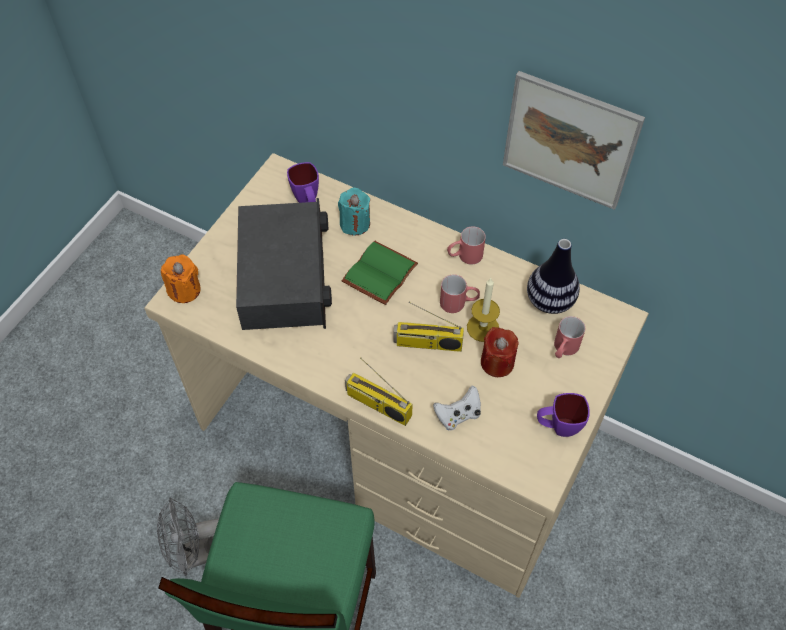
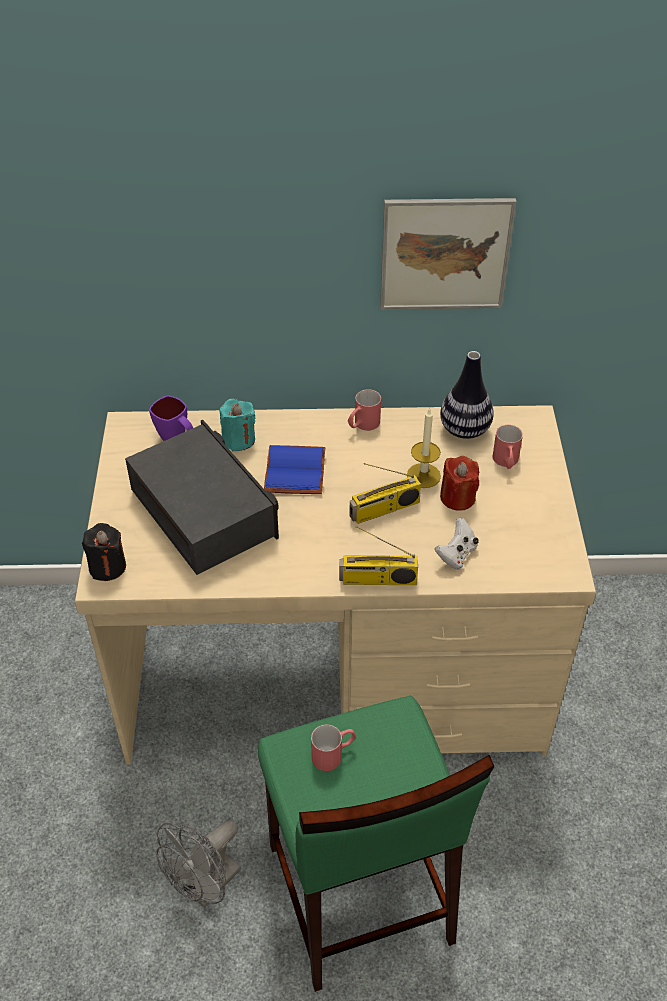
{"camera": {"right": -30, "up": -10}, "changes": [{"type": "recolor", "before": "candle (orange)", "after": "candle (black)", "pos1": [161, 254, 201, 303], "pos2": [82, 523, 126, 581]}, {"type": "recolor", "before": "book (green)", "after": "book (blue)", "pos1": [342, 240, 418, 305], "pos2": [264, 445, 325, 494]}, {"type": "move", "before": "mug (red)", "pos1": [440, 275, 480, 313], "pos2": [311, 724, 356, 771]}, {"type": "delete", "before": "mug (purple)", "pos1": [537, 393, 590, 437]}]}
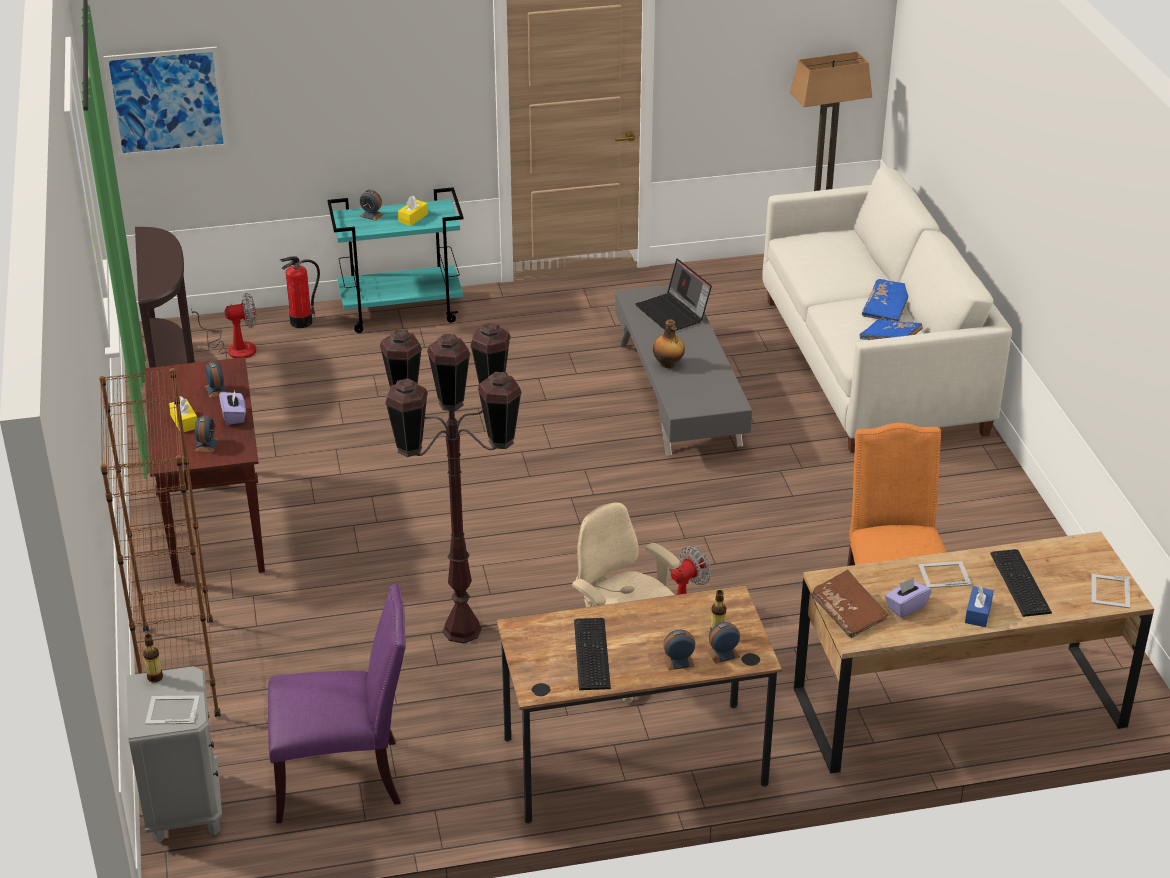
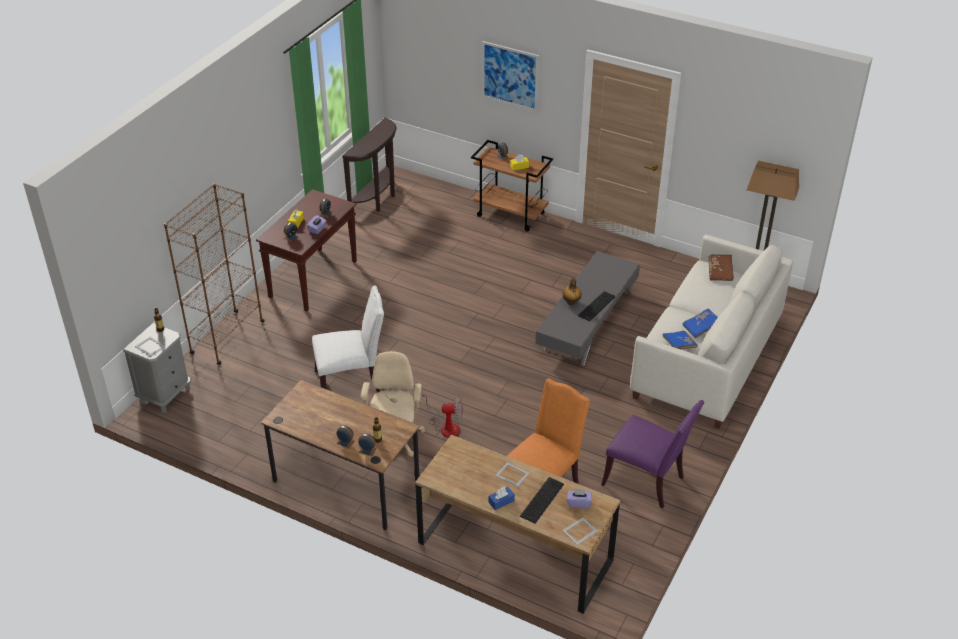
{"camera": {"right": 40, "up": 5}, "changes": [{"type": "move", "before": "picture", "pos1": [103, 47, 228, 158], "pos2": [482, 41, 539, 112]}, {"type": "delete", "before": "fan", "pos1": [191, 293, 256, 358]}, {"type": "move", "before": "chair (purple)", "pos1": [268, 583, 406, 824], "pos2": [601, 400, 704, 508]}, {"type": "delete", "before": "fire extinguisher", "pos1": [280, 257, 320, 328]}, {"type": "recolor", "before": "cart (turquoise)", "after": "cart (brown)", "pos1": [327, 187, 463, 333], "pos2": [471, 140, 553, 232]}, {"type": "replace", "before": "floor lamp (brown)", "after": "chair (white)", "pos1": [380, 322, 522, 643], "pos2": [312, 285, 384, 393]}, {"type": "move", "before": "keyboard", "pos1": [574, 618, 611, 690], "pos2": [578, 291, 615, 322]}, {"type": "delete", "before": "laptop", "pos1": [635, 259, 712, 331]}, {"type": "move", "before": "book (brown)", "pos1": [811, 570, 889, 638], "pos2": [708, 255, 734, 281]}, {"type": "move", "before": "tissue box (purple)", "pos1": [885, 577, 932, 618], "pos2": [567, 489, 592, 509]}]}
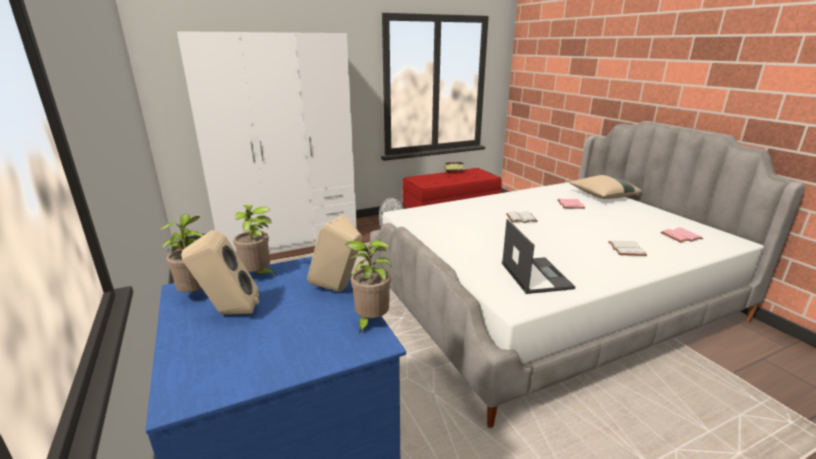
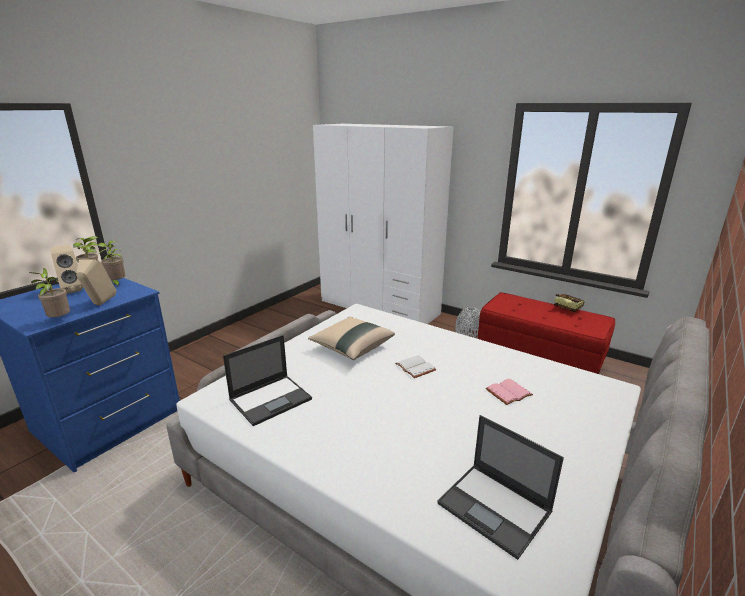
{"camera": {"right": 60, "up": 0}, "changes": [{"type": "move", "before": "pillow (beige)", "pos1": [569, 175, 642, 199], "pos2": [308, 317, 395, 360]}, {"type": "delete", "before": "book (white)", "pos1": [608, 241, 647, 256]}, {"type": "replace", "before": "book (pink)", "after": "laptop", "pos1": [660, 228, 704, 243], "pos2": [437, 415, 564, 560]}]}
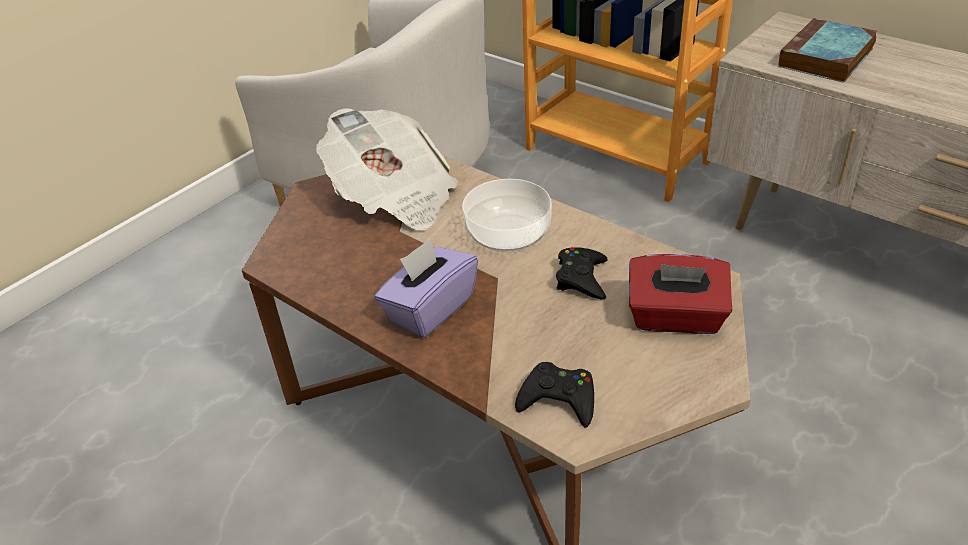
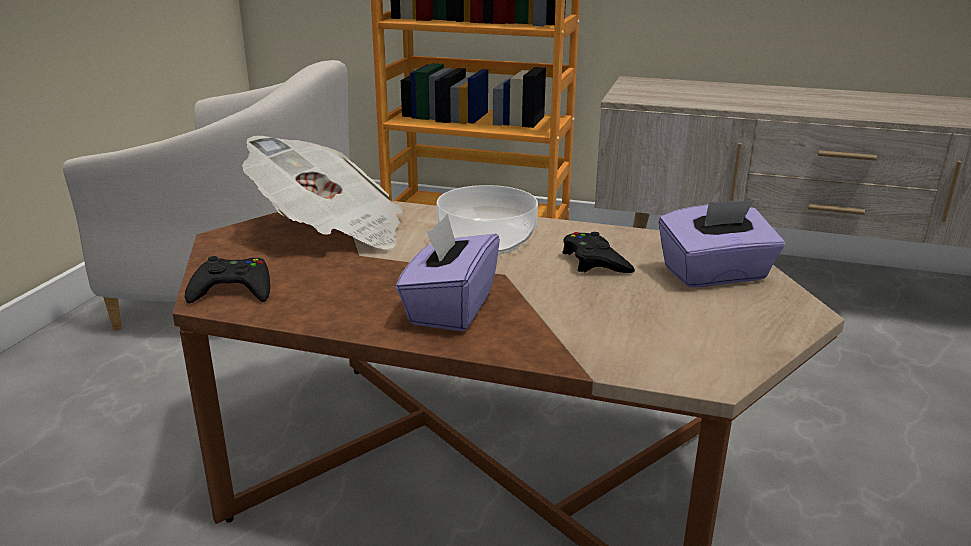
{"camera": {"right": -25, "up": -15}, "changes": [{"type": "move", "before": "game controller (black)", "pos1": [515, 362, 594, 427], "pos2": [185, 256, 270, 304]}, {"type": "recolor", "before": "tissue box (red)", "after": "tissue box (purple)", "pos1": [629, 254, 732, 334], "pos2": [659, 200, 785, 287]}, {"type": "delete", "before": "book", "pos1": [779, 18, 878, 83]}]}
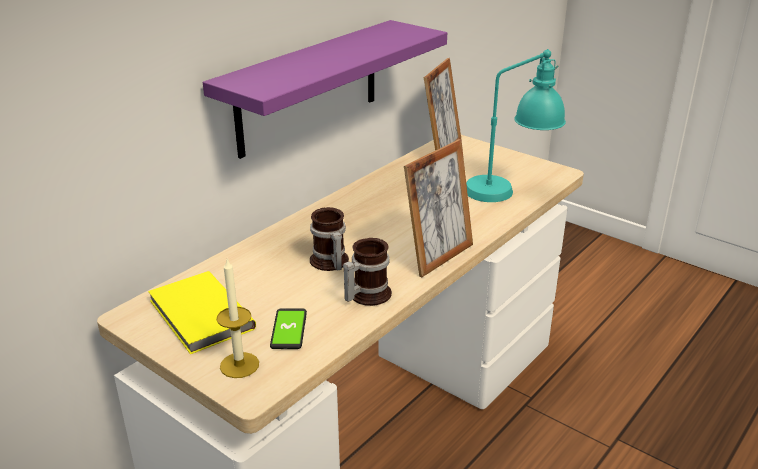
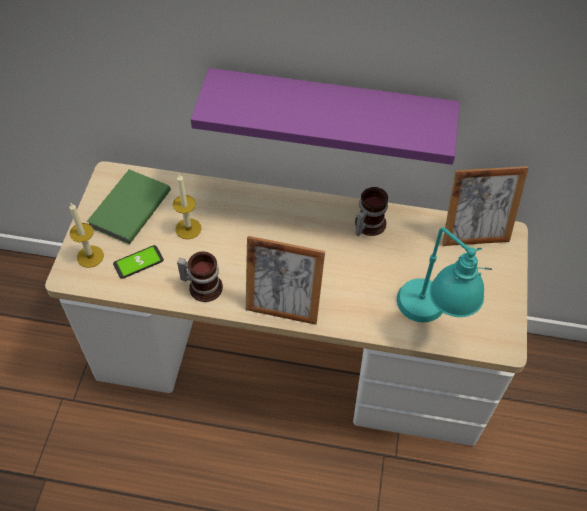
{"camera": {"right": 60, "up": 25}, "changes": [{"type": "recolor", "before": "book (yellow)", "after": "book (green)", "pos1": [148, 271, 256, 354], "pos2": [87, 169, 171, 244]}, {"type": "move", "before": "mug", "pos1": [310, 207, 349, 271], "pos2": [355, 187, 388, 236]}, {"type": "insert", "after": "candle", "pos2": [173, 174, 202, 239]}]}
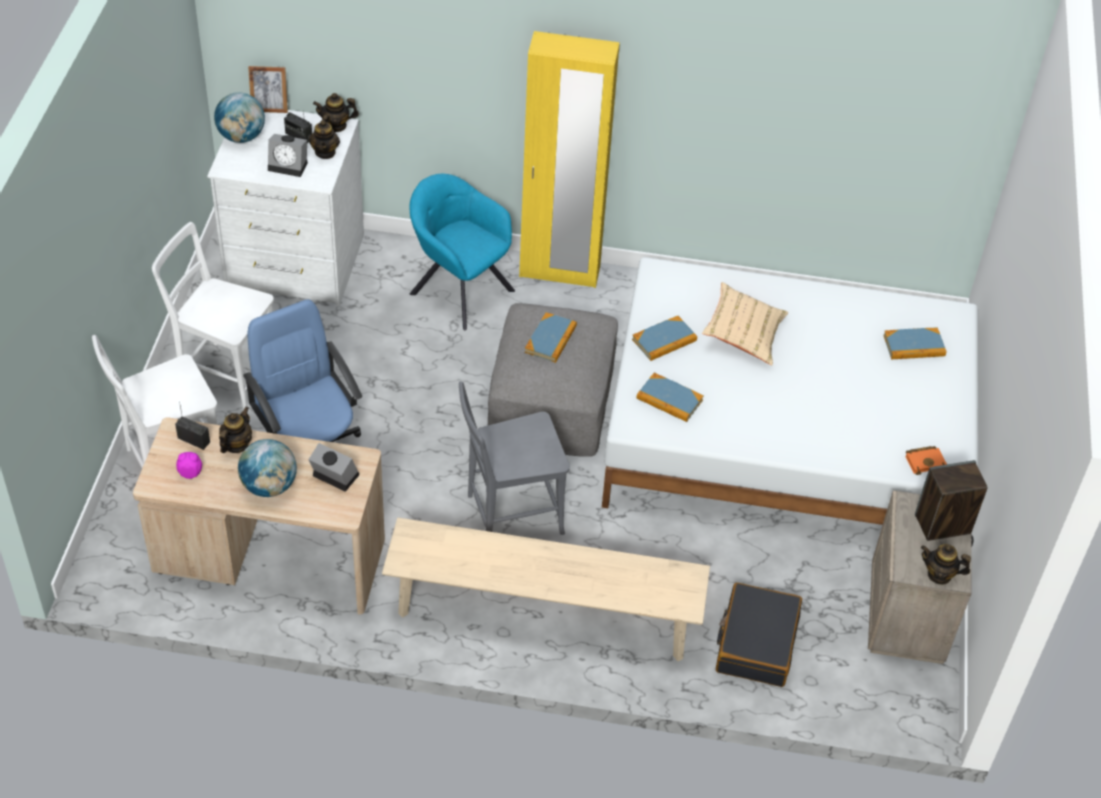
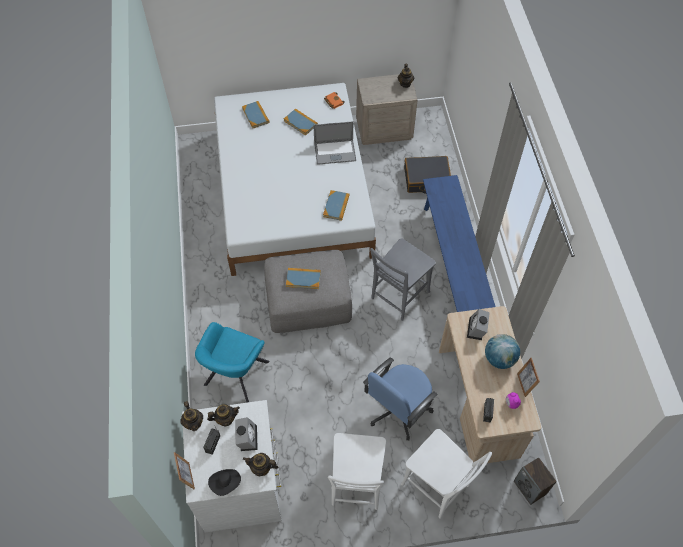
{"camera": {"right": -105, "up": 10}, "changes": [{"type": "replace", "before": "globe", "after": "hat (black)", "pos1": [214, 92, 265, 143], "pos2": [208, 469, 241, 496]}, {"type": "move", "before": "teapot", "pos1": [219, 407, 252, 453], "pos2": [243, 453, 278, 477]}, {"type": "recolor", "before": "bench (beige)", "after": "bench (blue)", "pos1": [382, 518, 710, 661], "pos2": [423, 175, 496, 312]}, {"type": "rotate", "before": "chair (grey)", "pos1": [459, 382, 570, 535], "pos2": [370, 239, 436, 321], "turn": 75}, {"type": "delete", "before": "wardrobe (yellow)", "pos1": [519, 31, 620, 288]}, {"type": "move", "before": "book", "pos1": [632, 316, 697, 361], "pos2": [284, 108, 318, 136]}, {"type": "delete", "before": "pillow (beige)", "pos1": [702, 282, 788, 366]}, {"type": "move", "before": "speaker", "pos1": [915, 460, 988, 541], "pos2": [514, 457, 557, 505]}, {"type": "insert", "after": "laptop", "pos2": [313, 121, 356, 165]}, {"type": "insert", "after": "picture frame", "pos2": [517, 358, 540, 397]}]}
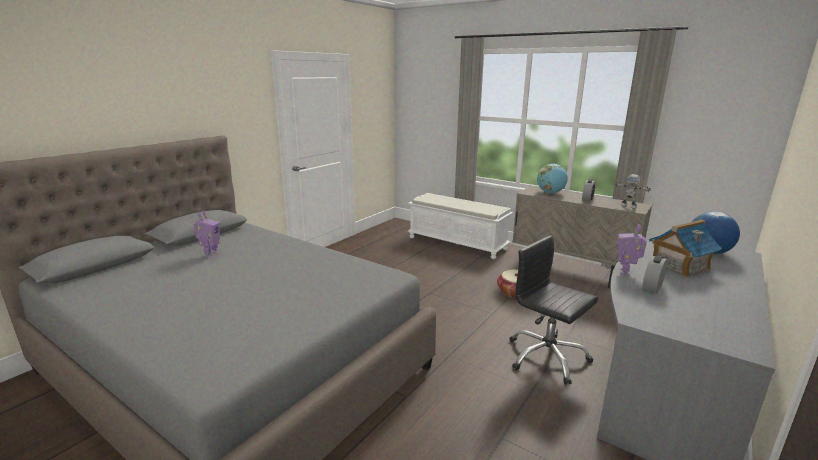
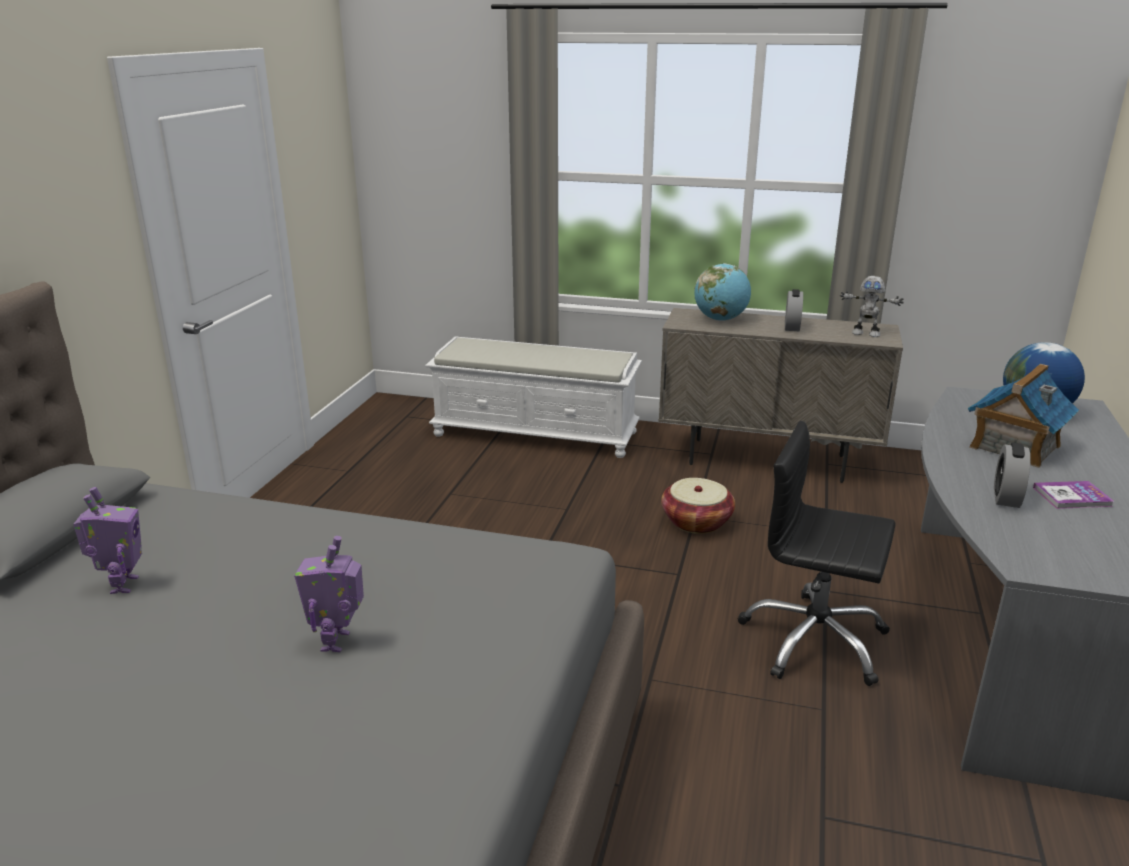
{"camera": {"right": -20, "up": 5}, "changes": [{"type": "move", "before": "toy robot", "pos1": [617, 224, 647, 276], "pos2": [294, 536, 364, 652]}, {"type": "insert", "after": "book", "pos2": [1033, 481, 1114, 509]}]}
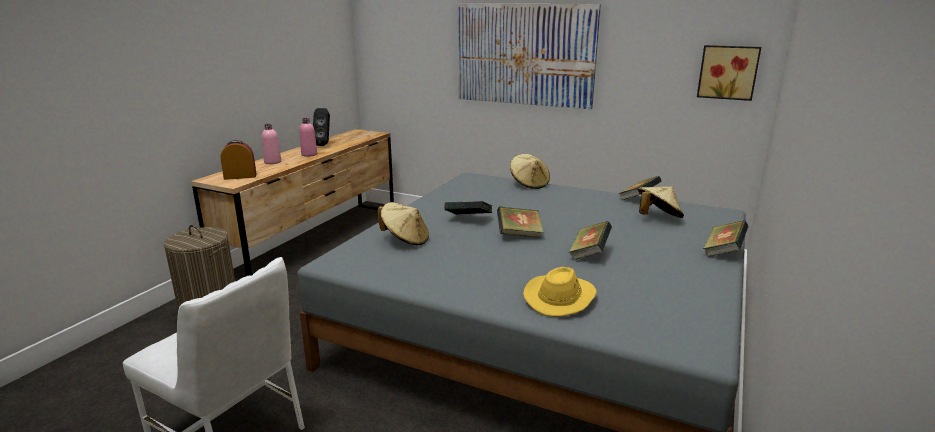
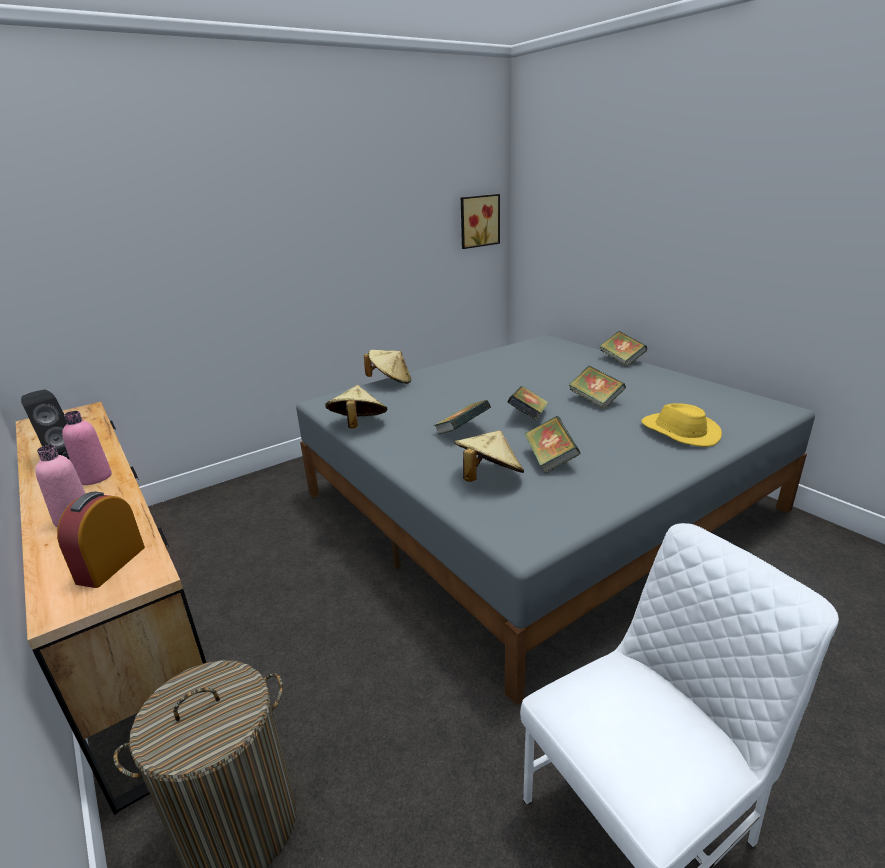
{"camera": {"right": -60, "up": 5}, "changes": [{"type": "delete", "before": "picture", "pos1": [458, 4, 601, 109]}, {"type": "move", "before": "book", "pos1": [618, 176, 662, 200], "pos2": [524, 416, 581, 473]}, {"type": "move", "before": "hat (beige)", "pos1": [638, 186, 684, 218], "pos2": [325, 385, 387, 428]}]}
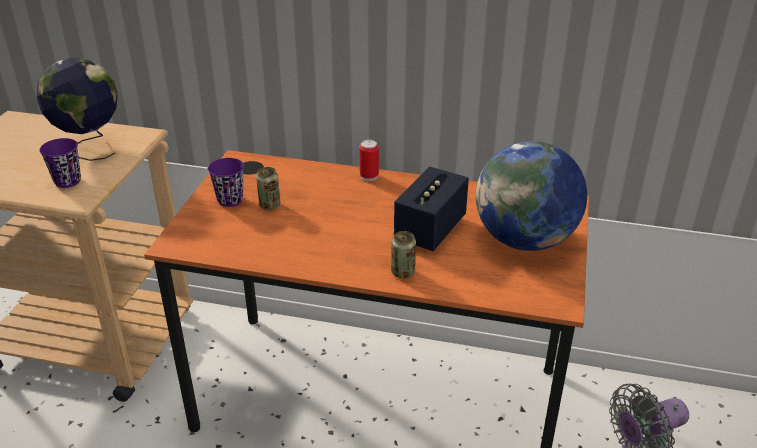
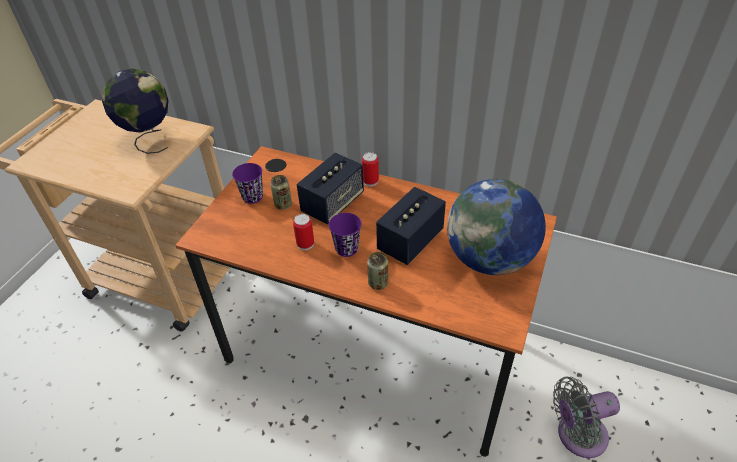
{"camera": {"right": 10, "up": 10}, "changes": [{"type": "move", "before": "cup (purple)", "pos1": [39, 138, 81, 188], "pos2": [329, 213, 361, 257]}, {"type": "insert", "after": "can", "pos2": [293, 214, 314, 250]}, {"type": "insert", "after": "speaker", "pos2": [297, 153, 364, 224]}]}
